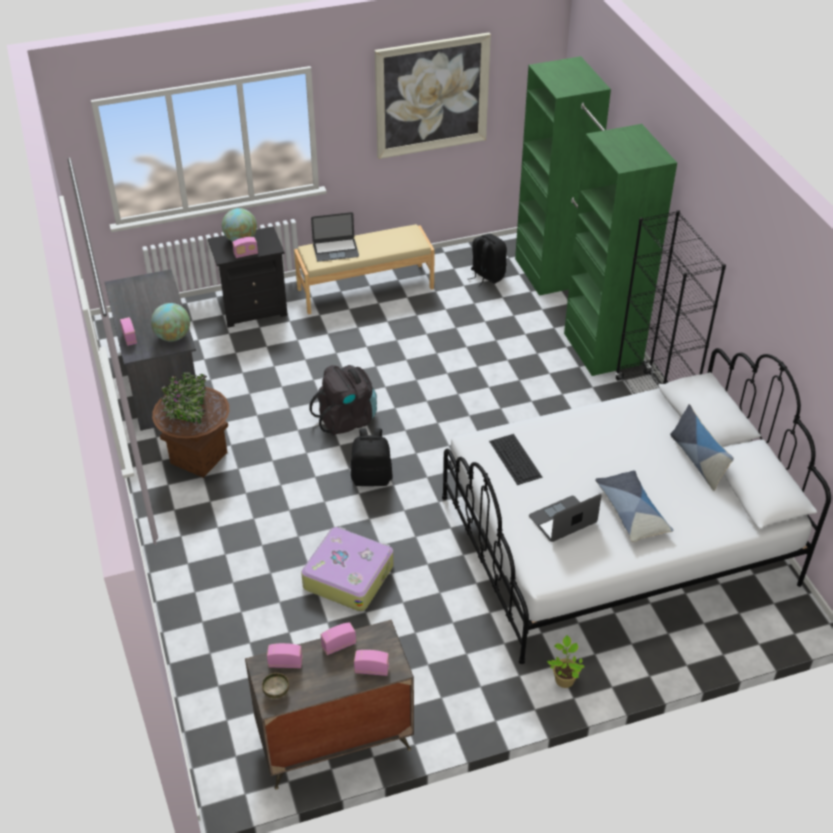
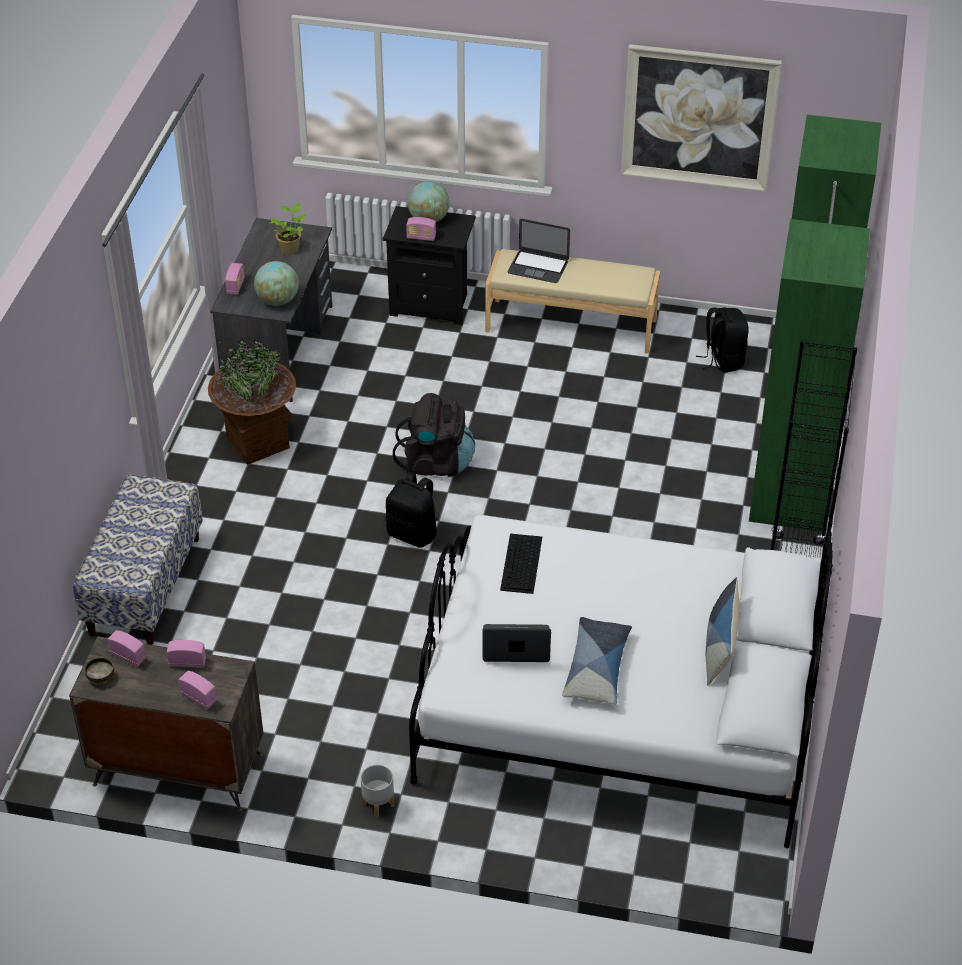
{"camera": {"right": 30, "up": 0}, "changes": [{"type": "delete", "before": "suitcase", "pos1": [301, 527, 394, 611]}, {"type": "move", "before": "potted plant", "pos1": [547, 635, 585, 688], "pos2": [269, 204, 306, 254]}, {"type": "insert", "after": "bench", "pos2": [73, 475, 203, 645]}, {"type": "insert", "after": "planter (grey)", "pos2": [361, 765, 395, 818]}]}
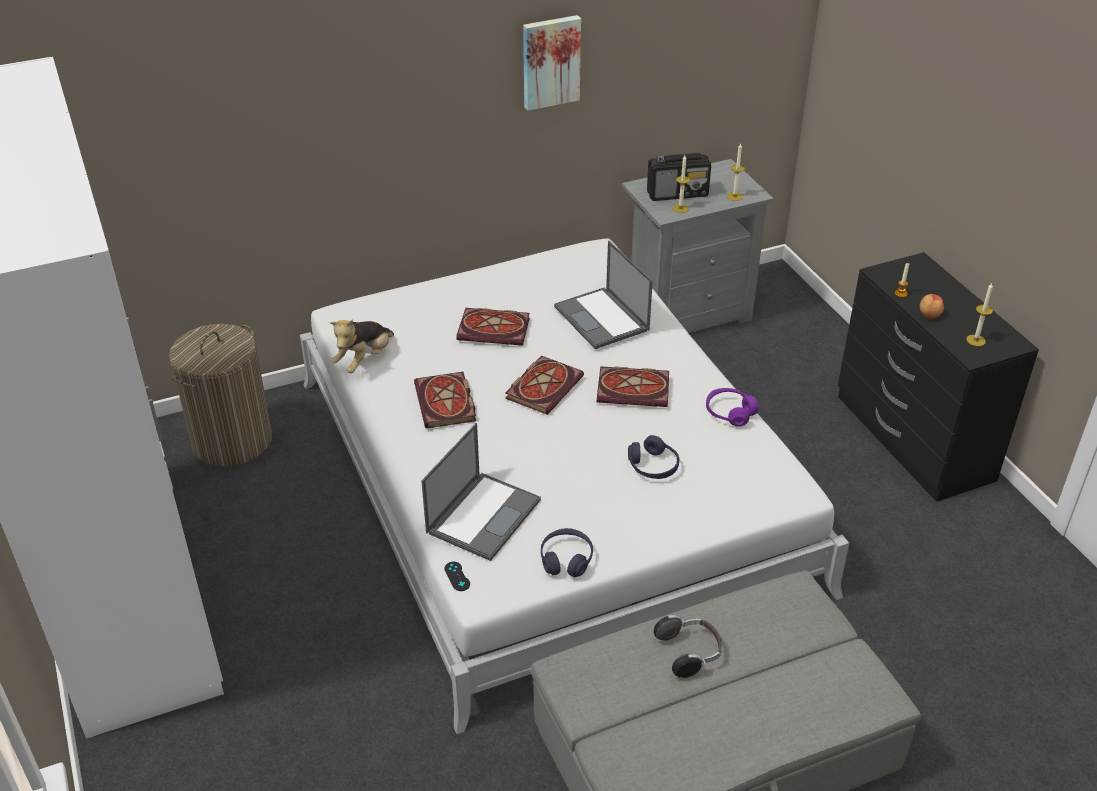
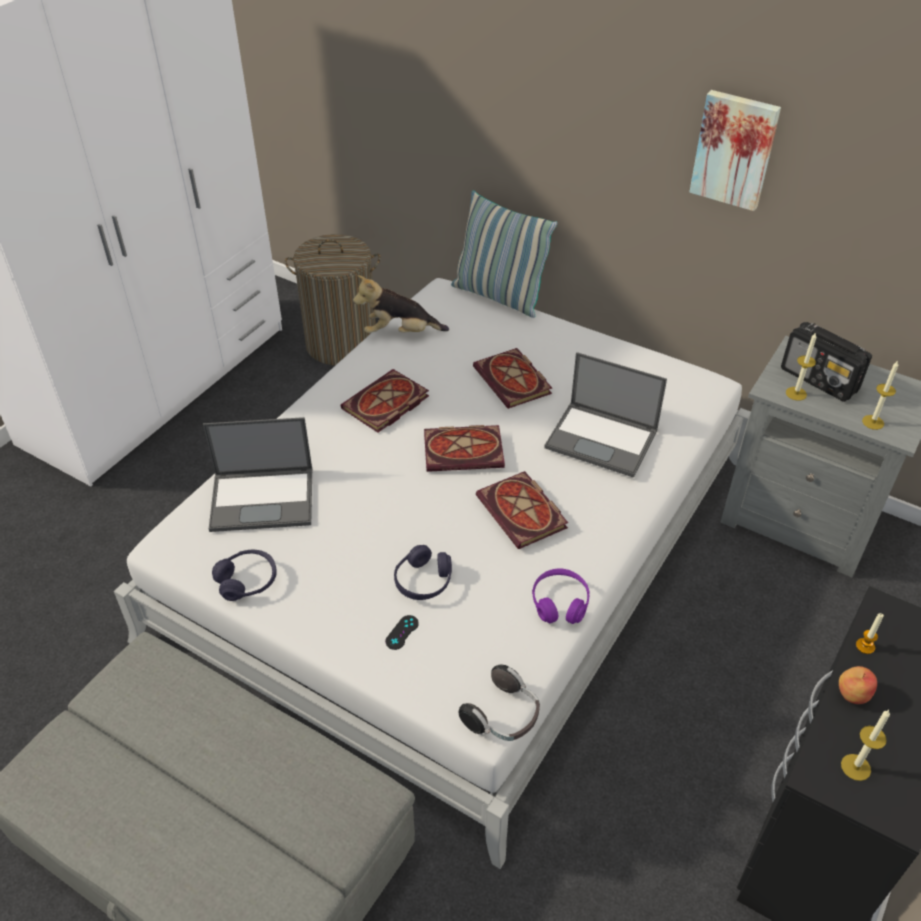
{"camera": {"right": 55, "up": 5}, "changes": [{"type": "move", "before": "game controller (black)", "pos1": [444, 562, 470, 591], "pos2": [385, 615, 419, 650]}, {"type": "rotate", "before": "laptop", "pos1": [554, 241, 653, 349], "pos2": [544, 352, 667, 478], "turn": -90}, {"type": "move", "before": "headphones", "pos1": [654, 615, 722, 678], "pos2": [459, 665, 540, 741]}, {"type": "insert", "after": "pillow", "pos2": [451, 190, 558, 318]}]}
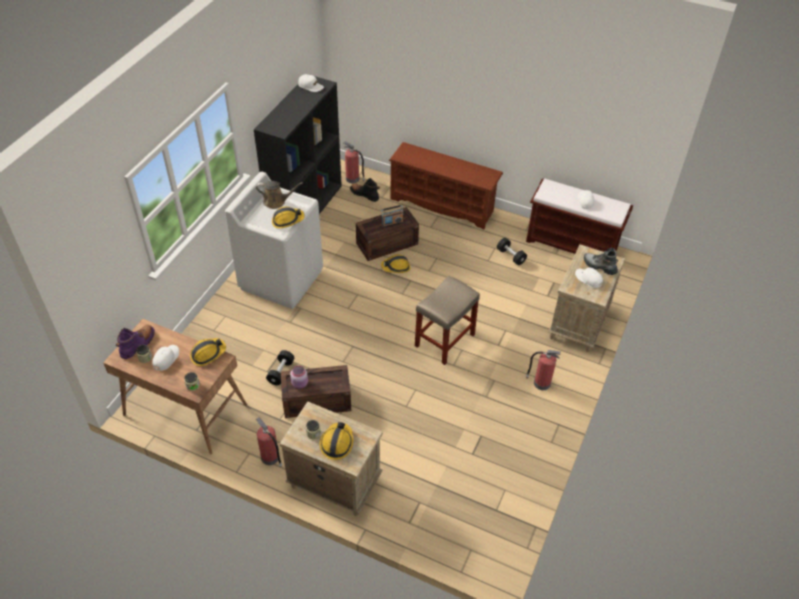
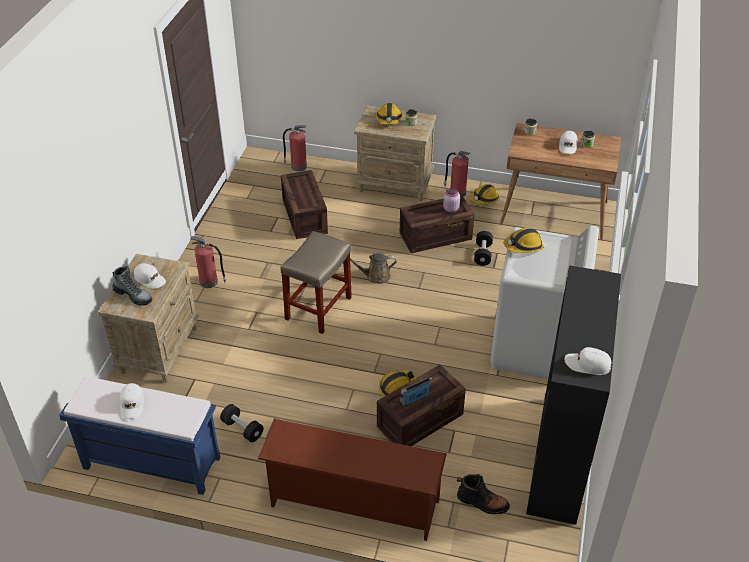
{"camera": {"right": 170, "up": -5}, "changes": [{"type": "delete", "before": "boot (purple)", "pos1": [116, 325, 155, 359]}, {"type": "move", "before": "hard hat", "pos1": [190, 338, 226, 366], "pos2": [470, 184, 500, 205]}, {"type": "move", "before": "watering can (brown)", "pos1": [256, 181, 303, 209], "pos2": [350, 253, 396, 284]}, {"type": "move", "before": "fire extinguisher", "pos1": [344, 142, 365, 183], "pos2": [283, 125, 307, 171]}, {"type": "recolor", "before": "bench (brown)", "after": "bench (blue)", "pos1": [526, 178, 633, 254], "pos2": [59, 376, 220, 495]}, {"type": "insert", "after": "crate", "pos2": [281, 170, 328, 239]}]}
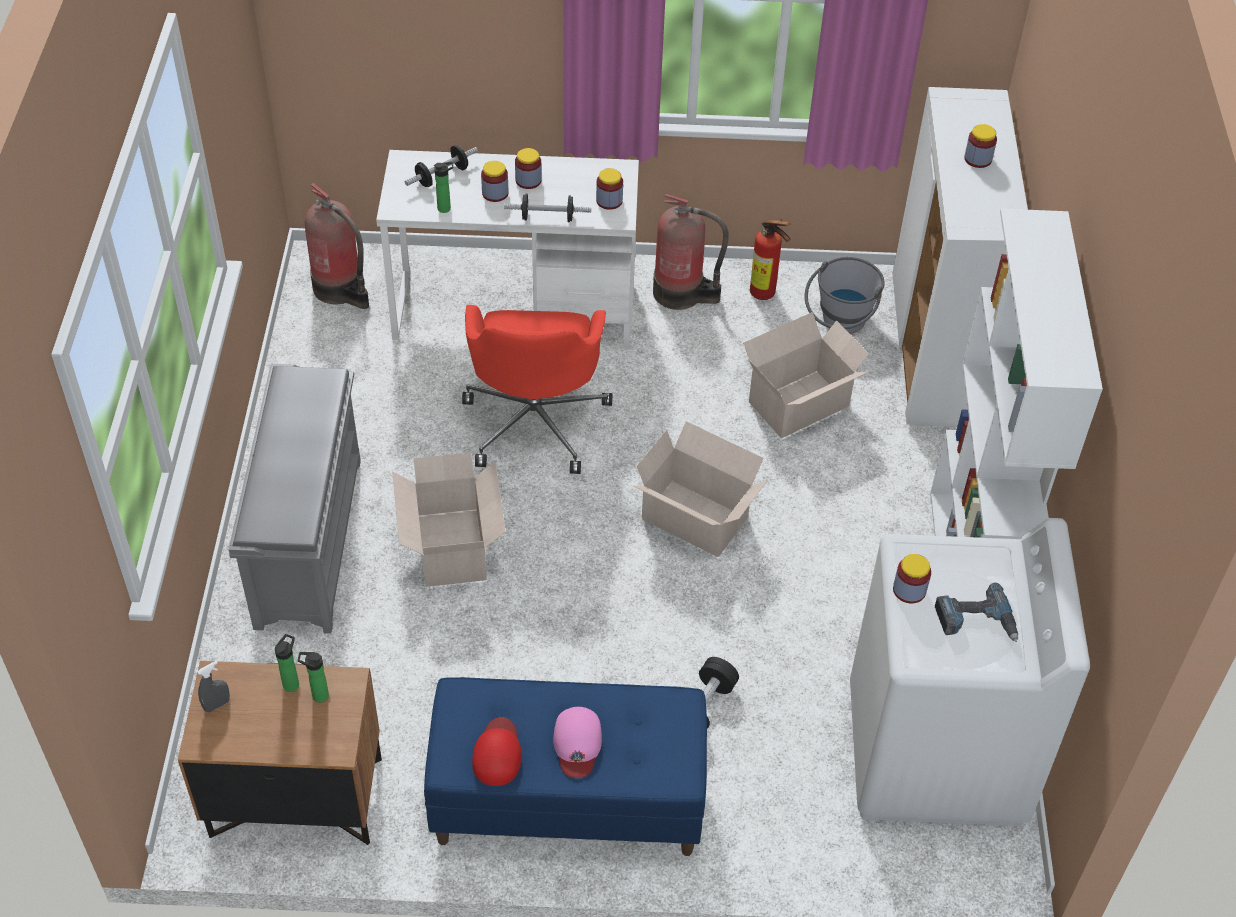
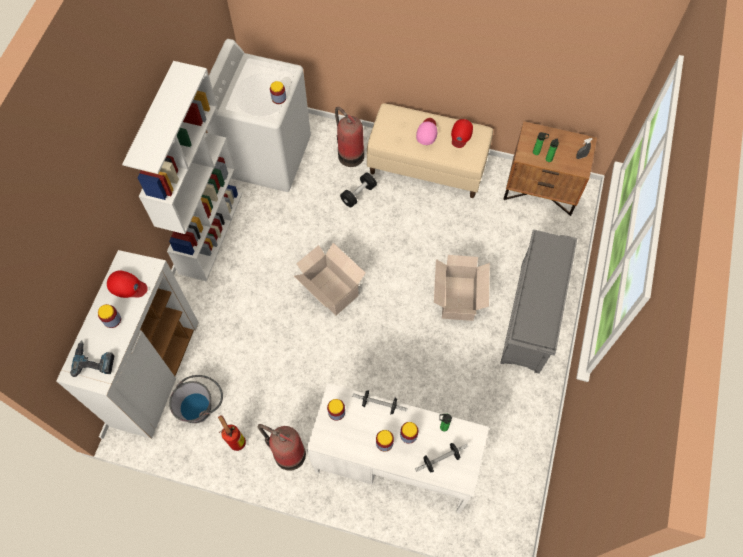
{"camera": {"right": -165, "up": 15}, "changes": [{"type": "move", "before": "fire extinguisher", "pos1": [305, 183, 369, 309], "pos2": [335, 107, 364, 167]}, {"type": "recolor", "before": "bench (blue)", "after": "bench (beige)", "pos1": [424, 677, 707, 856], "pos2": [367, 103, 493, 198]}, {"type": "delete", "before": "office chair (red)", "pos1": [462, 305, 612, 474]}, {"type": "delete", "before": "cardboard box", "pos1": [743, 312, 870, 438]}, {"type": "move", "before": "power drill", "pos1": [935, 583, 1018, 642], "pos2": [70, 340, 114, 377]}, {"type": "insert", "after": "cap (red)", "pos2": [107, 271, 148, 298]}]}
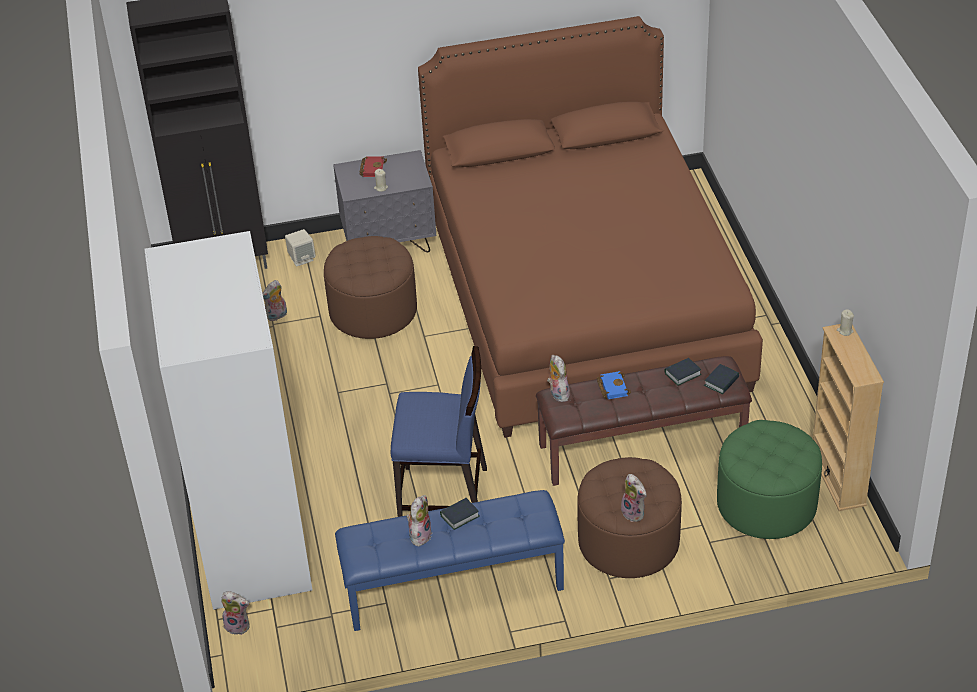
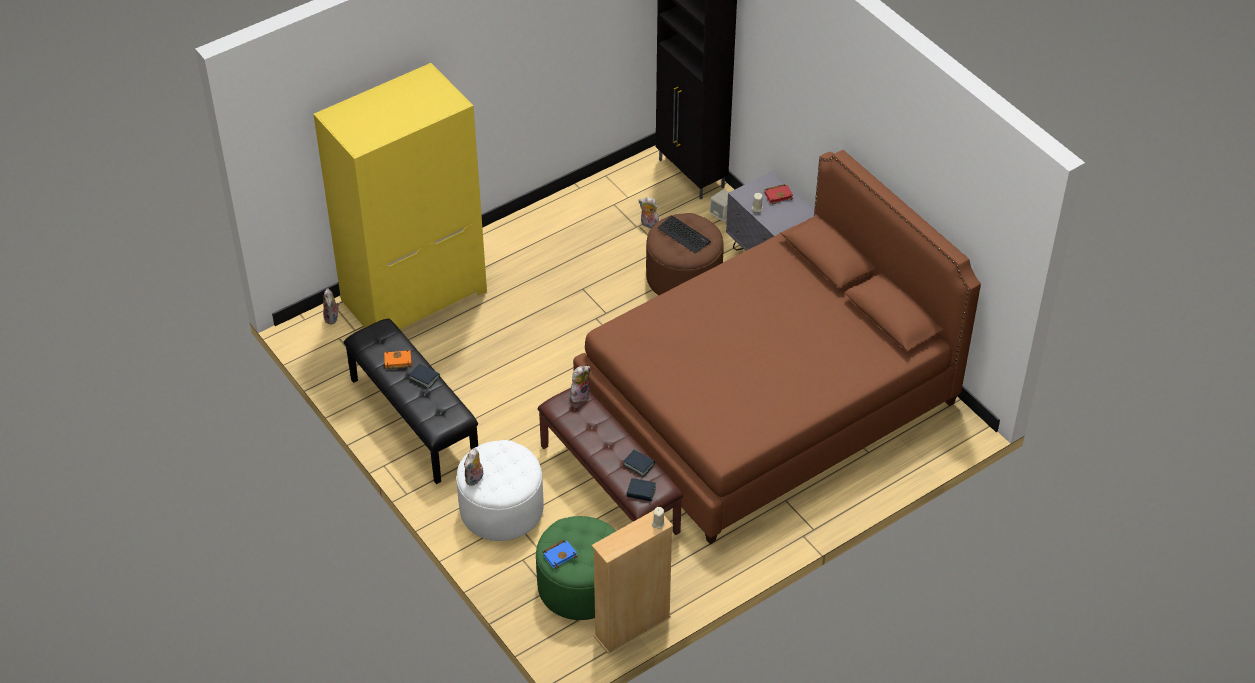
{"camera": {"right": 65, "up": 5}, "changes": [{"type": "recolor", "before": "wardrobe (white)", "after": "wardrobe (yellow)", "pos1": [144, 231, 313, 610], "pos2": [313, 63, 487, 329]}, {"type": "recolor", "before": "bench (blue)", "after": "bench (black)", "pos1": [335, 490, 565, 631], "pos2": [343, 319, 478, 484]}, {"type": "delete", "before": "chair (blue)", "pos1": [391, 346, 487, 517]}, {"type": "replace", "before": "plush toy", "after": "book (orange)", "pos1": [406, 495, 432, 546], "pos2": [384, 349, 411, 369]}, {"type": "recolor", "before": "ottoman (brown)", "after": "ottoman (white)", "pos1": [577, 457, 682, 578], "pos2": [456, 440, 543, 541]}, {"type": "move", "before": "book (blue)", "pos1": [597, 371, 631, 399], "pos2": [543, 540, 578, 569]}, {"type": "insert", "after": "keyboard", "pos2": [657, 216, 711, 253]}]}
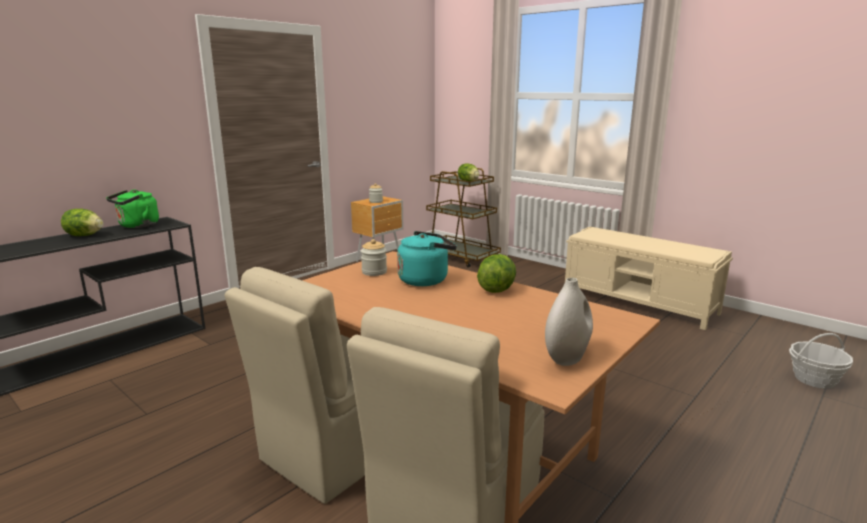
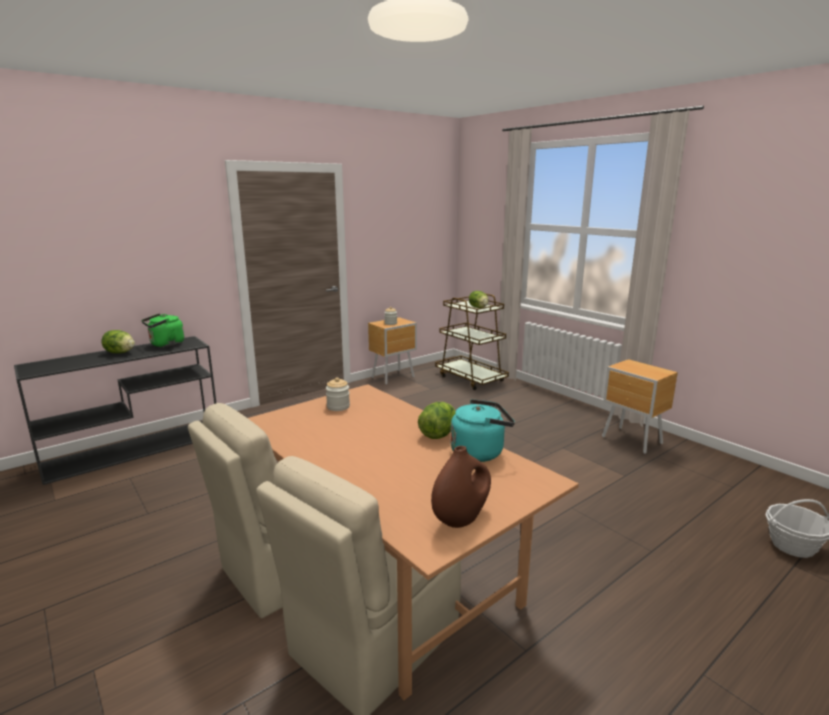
{"camera": {"right": 10, "up": 0}, "changes": [{"type": "move", "before": "kettle (turquoise)", "pos1": [397, 231, 457, 286], "pos2": [450, 399, 515, 462]}, {"type": "recolor", "before": "vase (white)", "after": "vase (brown)", "pos1": [545, 278, 593, 366], "pos2": [431, 446, 491, 528]}, {"type": "replace", "before": "bench (beige)", "after": "nightstand (brown)", "pos1": [565, 227, 733, 330], "pos2": [602, 359, 678, 454]}]}
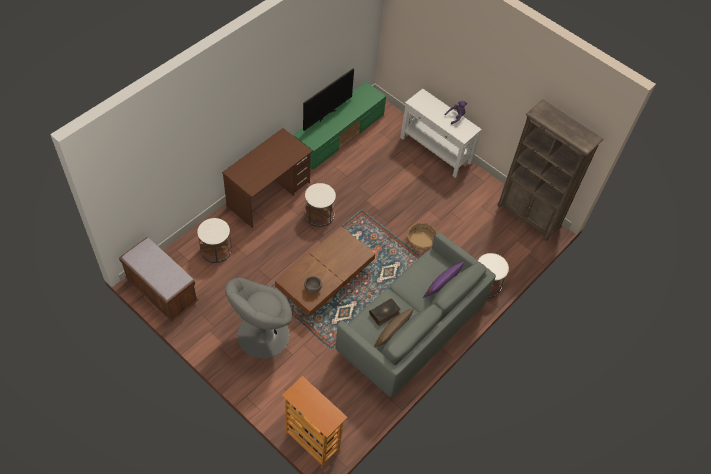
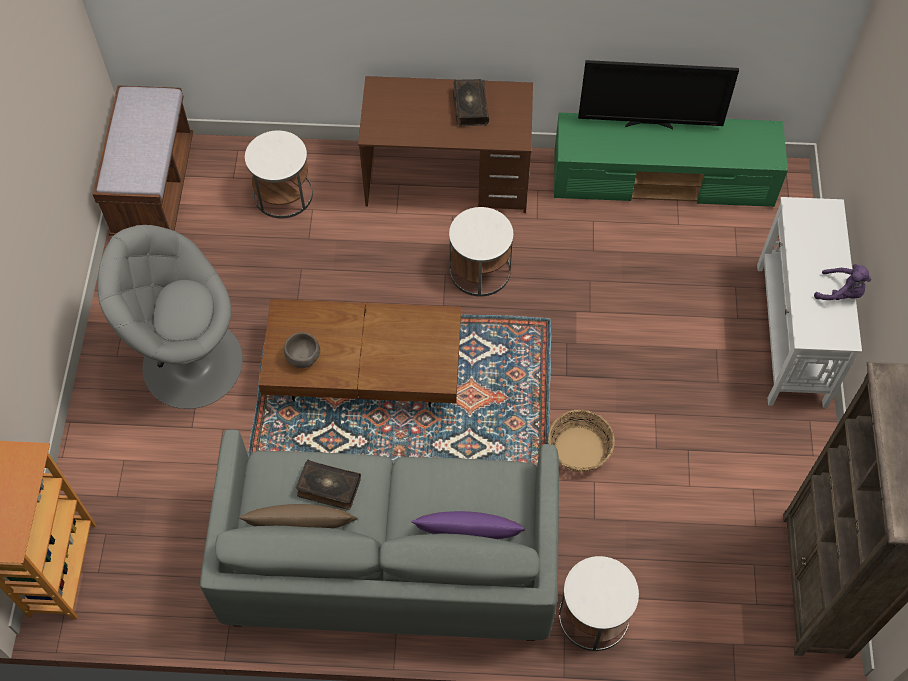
{"camera": {"right": 55, "up": 5}, "changes": [{"type": "insert", "after": "book", "pos2": [453, 79, 489, 127]}]}
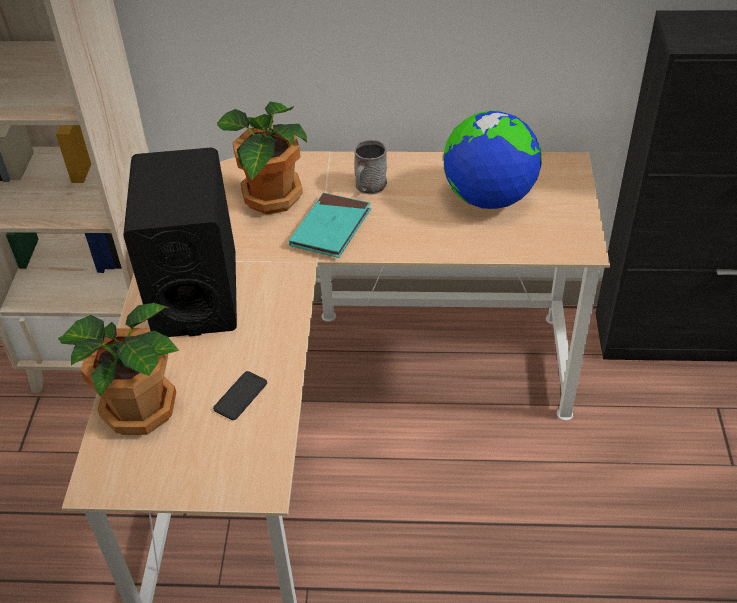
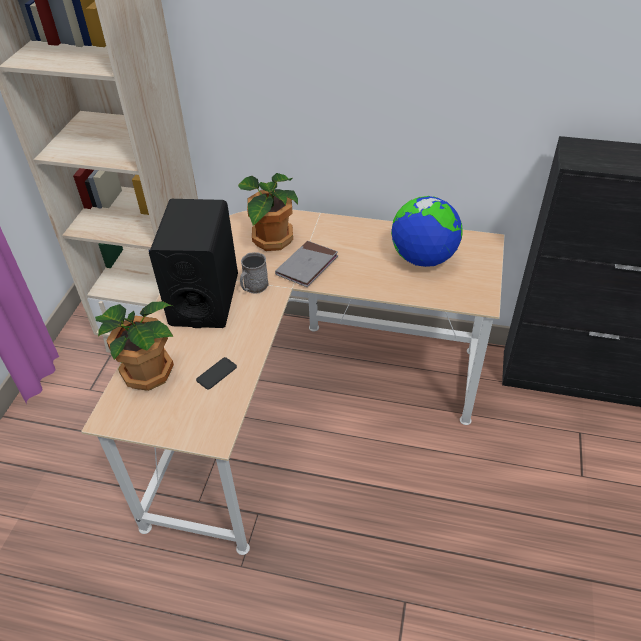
{"camera": {"right": 10, "up": 0}, "changes": [{"type": "recolor", "before": "book (turquoise)", "after": "book (grey)", "pos1": [289, 193, 371, 258], "pos2": [275, 241, 338, 287]}, {"type": "move", "before": "mug (grey)", "pos1": [354, 139, 387, 194], "pos2": [240, 252, 269, 294]}]}
